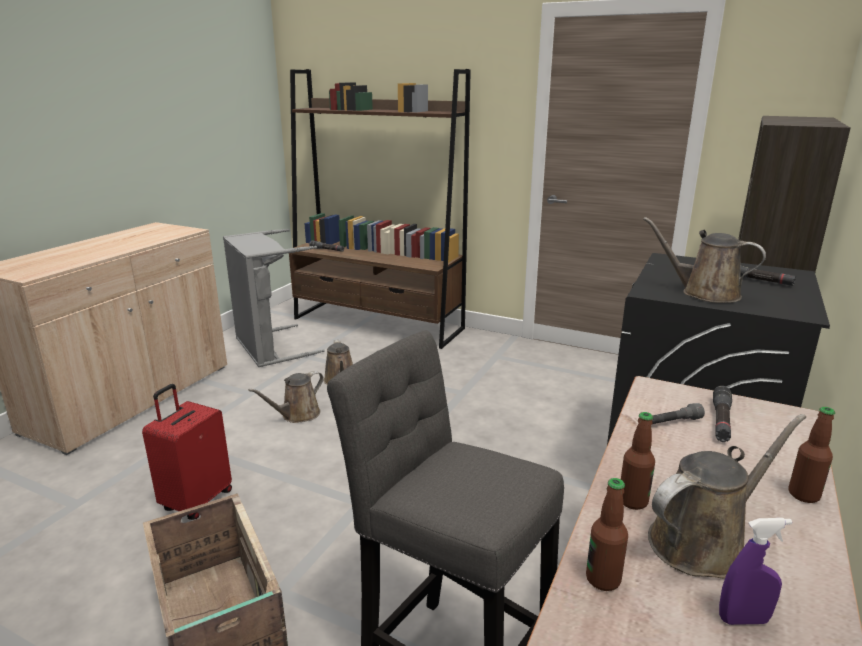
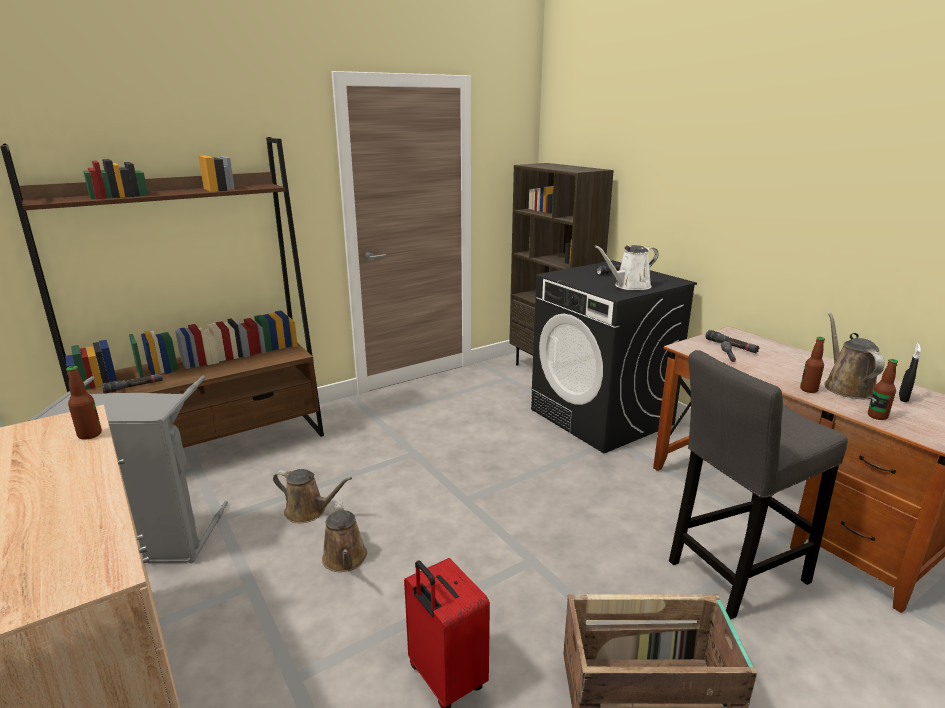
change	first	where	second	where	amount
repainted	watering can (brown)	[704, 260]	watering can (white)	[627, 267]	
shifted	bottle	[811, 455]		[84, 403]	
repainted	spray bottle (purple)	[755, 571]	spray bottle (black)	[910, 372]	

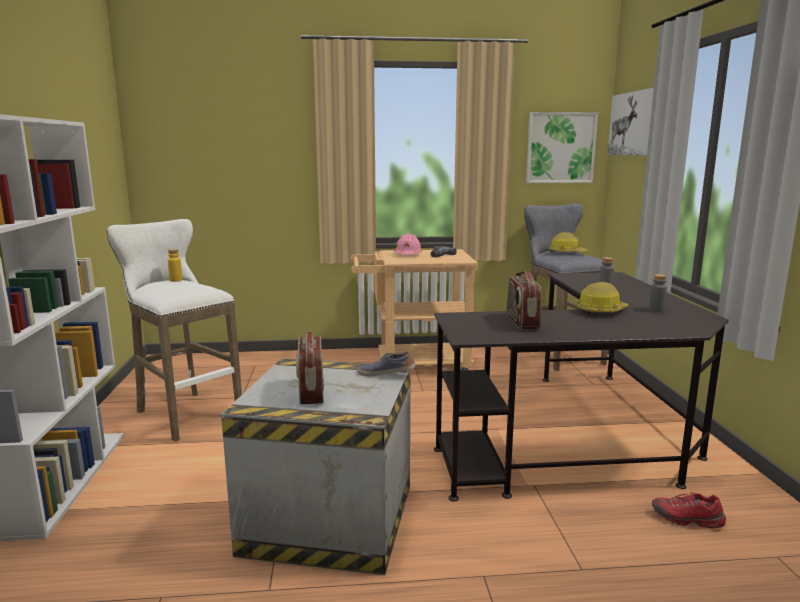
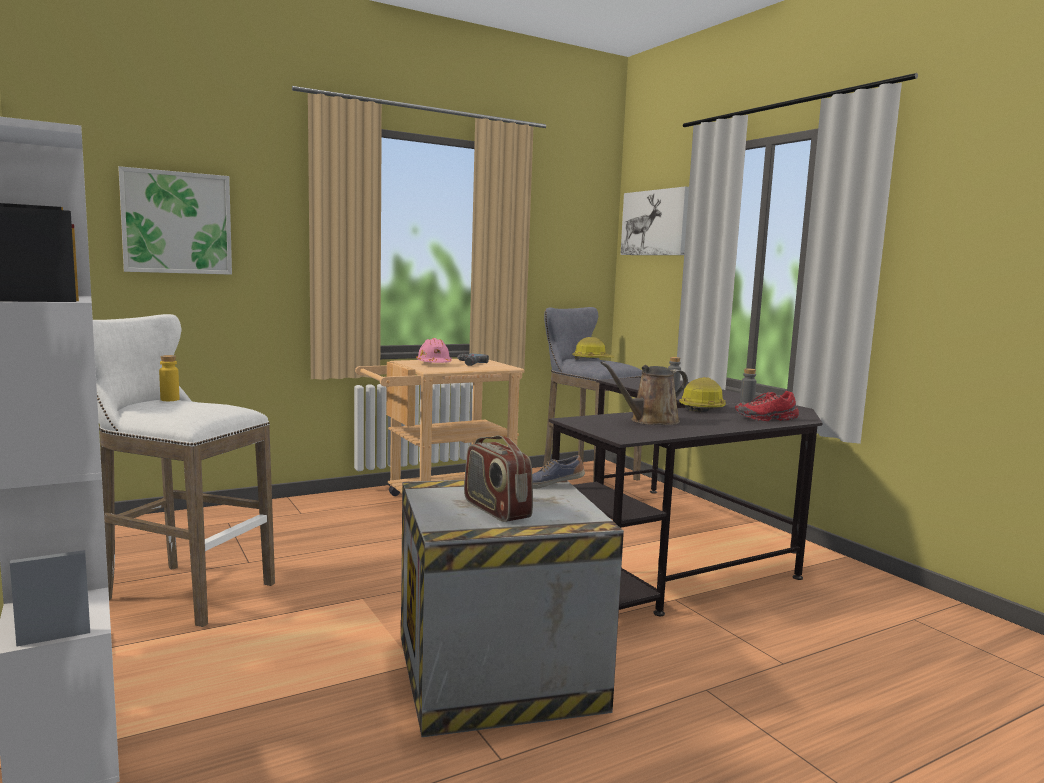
change	first	where	second	where	amount
shifted	picture	[562, 147]		[175, 220]	
swapped	radio	[524, 300]	watering can (brown)	[644, 393]	
shifted	shoe (red)	[689, 510]		[767, 406]	

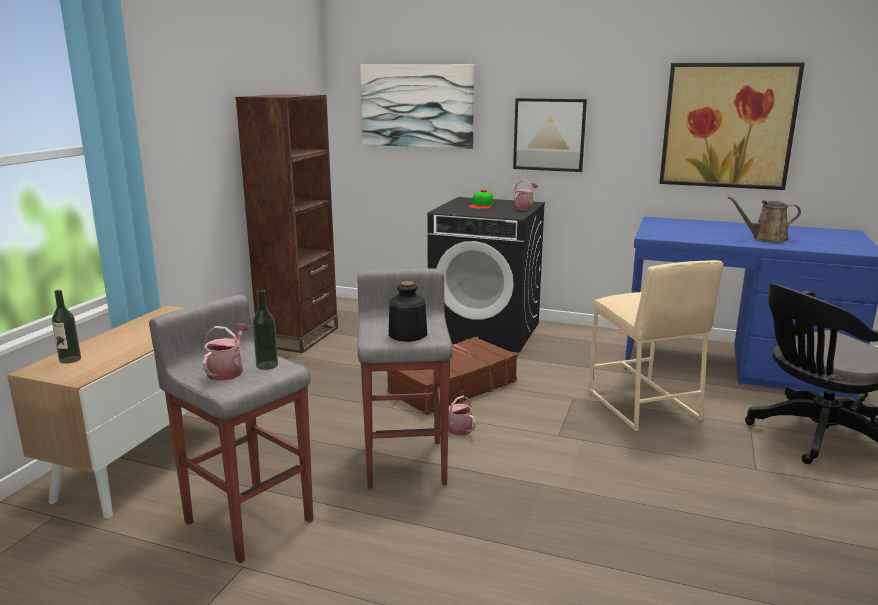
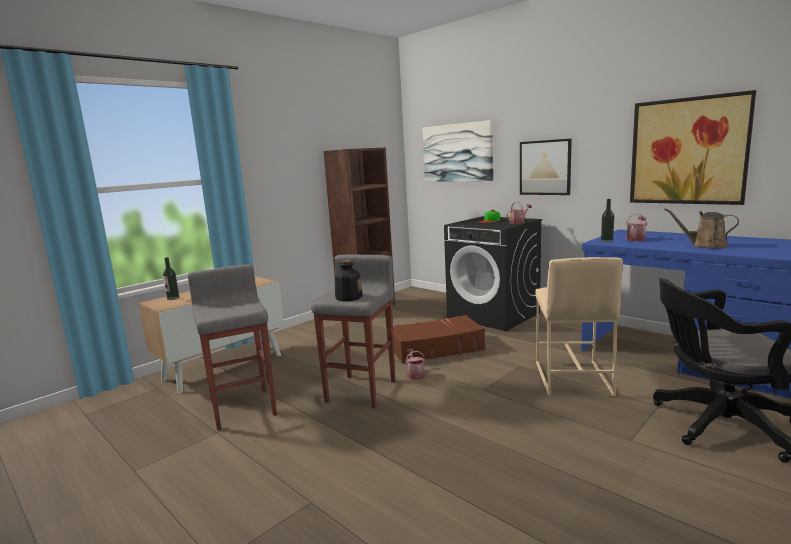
change	first	where	second	where	amount
shifted	bottle	[265, 329]		[607, 220]	
shifted	watering can	[226, 352]		[636, 227]	

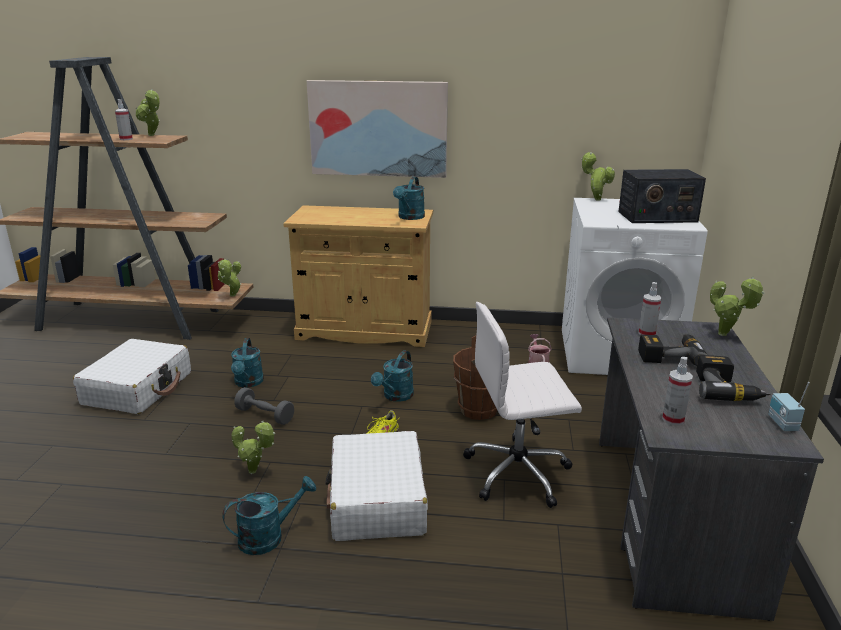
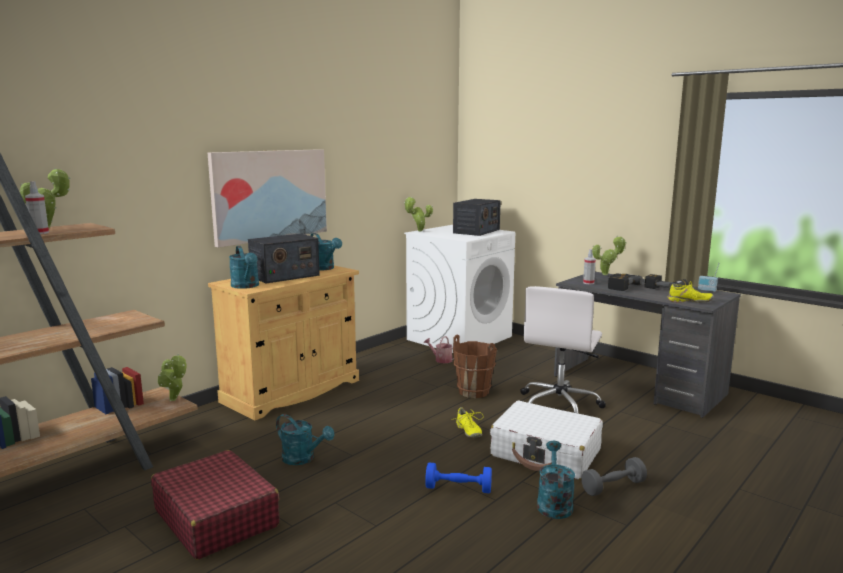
change	first	where	second	where	amount
repainted	suitcase (white)	[132, 376]	suitcase (red)	[215, 505]	
shifted	watering can (turquoise)	[392, 376]		[244, 267]	
swapped	spray bottle	[677, 391]	shoe (yellow)	[690, 292]	
shifted	dumbbell (grey)	[264, 406]		[614, 476]	
swapped	potted plant	[253, 447]	dumbbell (blue)	[458, 478]	
new			radio	[284, 259]	

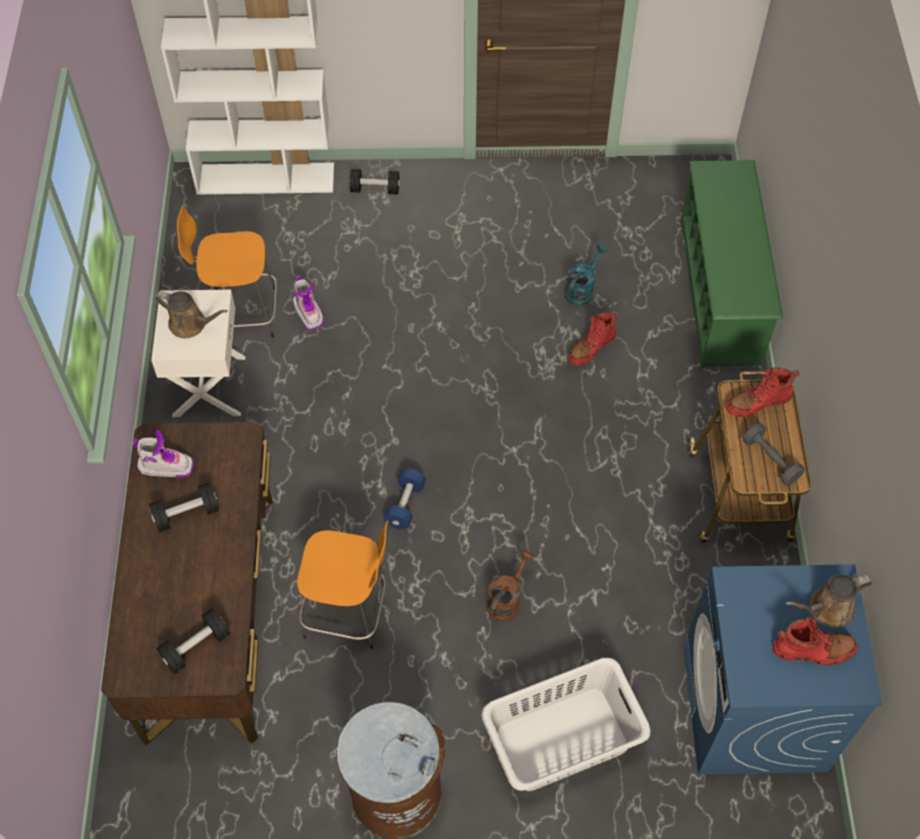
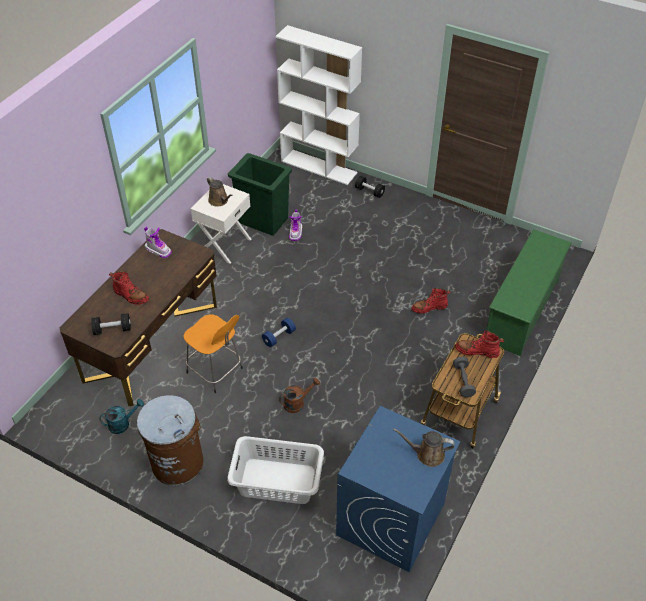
change	first	where	second	where	amount
swapped	stool (orange)	[227, 272]	trash can (green)	[260, 194]	
shifted	watering can (turquoise)	[586, 275]		[121, 416]	
gone	dumbbell (black)	[184, 507]			
shifted	boot (red)	[815, 641]		[129, 288]	

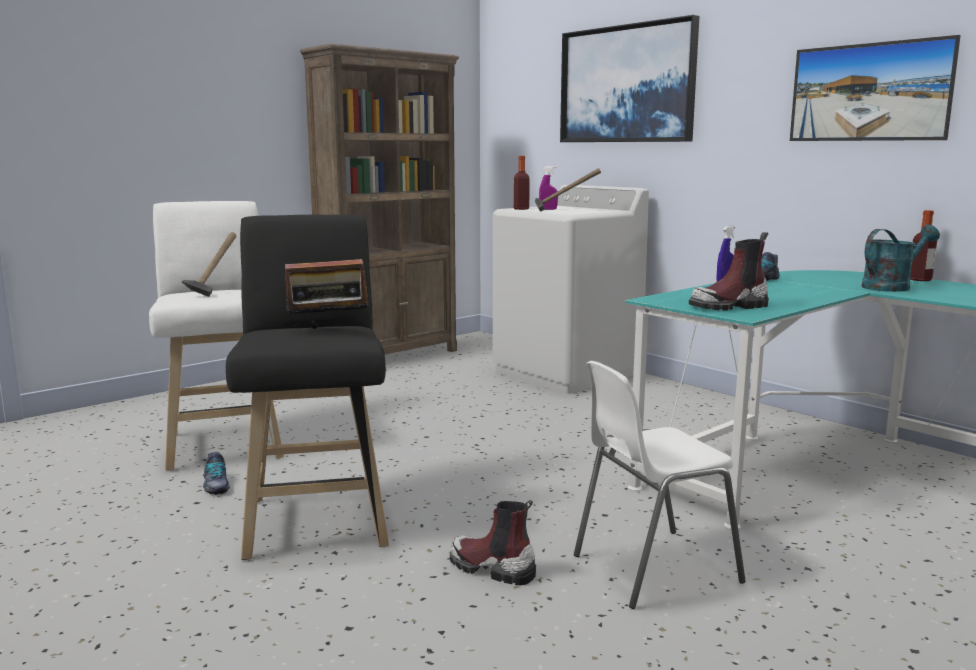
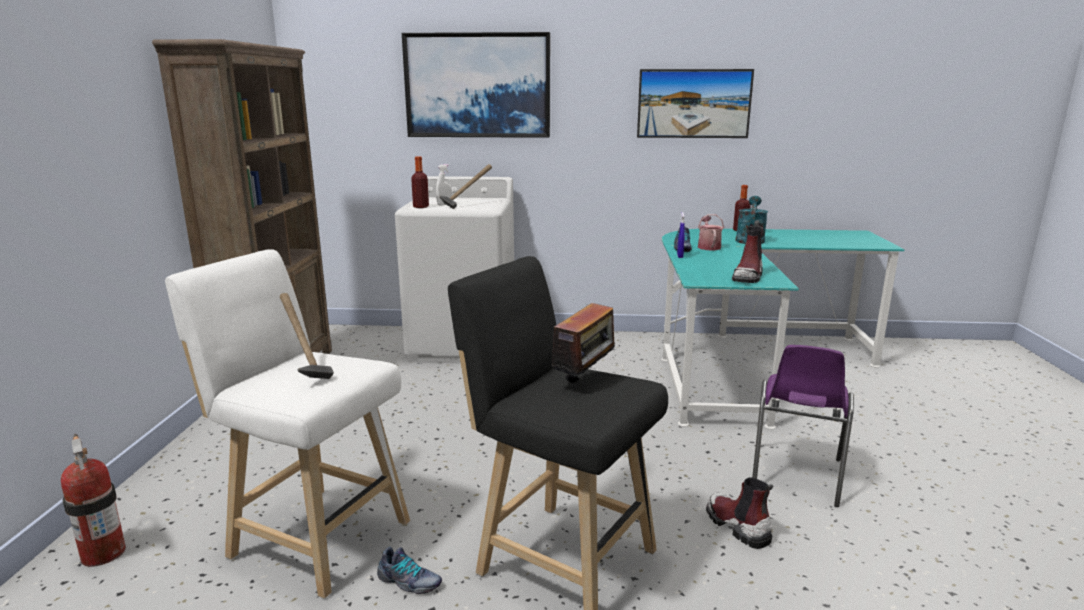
change	first	where	second	where	amount
repainted	spray bottle (purple)	[548, 188]	spray bottle (white)	[444, 185]	
repainted	chair (white)	[660, 485]	chair (purple)	[803, 426]	
rotated	boot	[493, 543]		[740, 513]	75 degrees clockwise
new			watering can	[711, 232]	
new			fire extinguisher	[93, 500]	

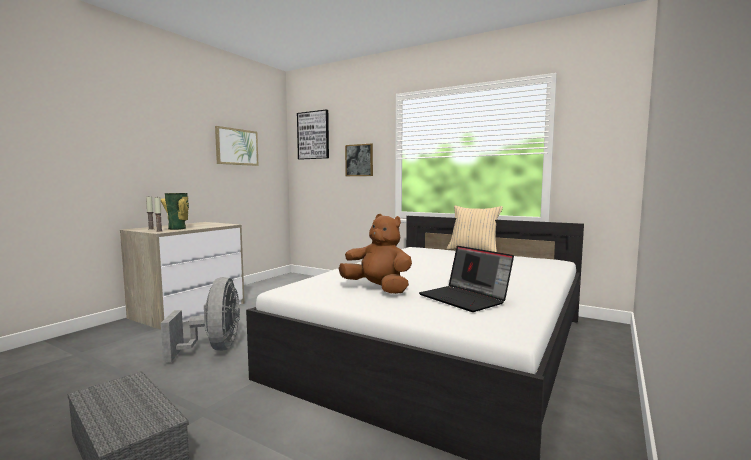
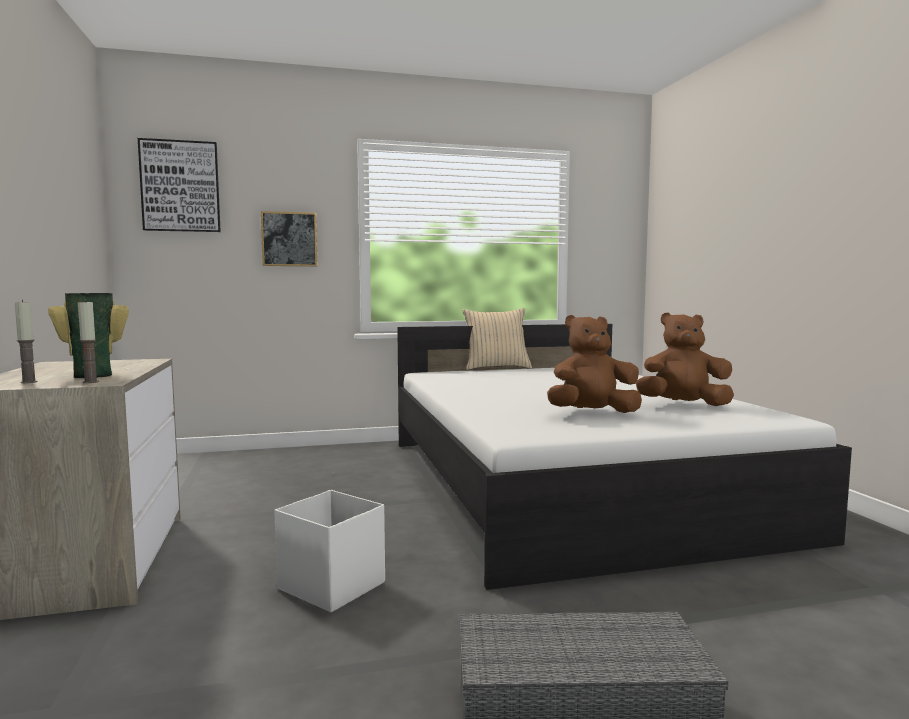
change	first	where	second	where	amount
gone	picture	[237, 146]			
swapped	laptop	[466, 279]	plush toy (brown)	[685, 359]	
swapped	fan (grey)	[200, 320]	storage box (white)	[329, 551]	

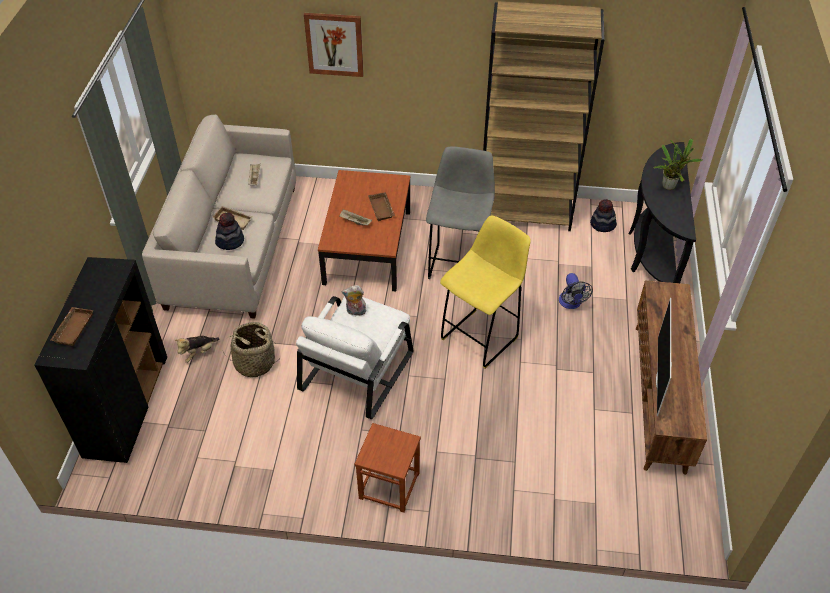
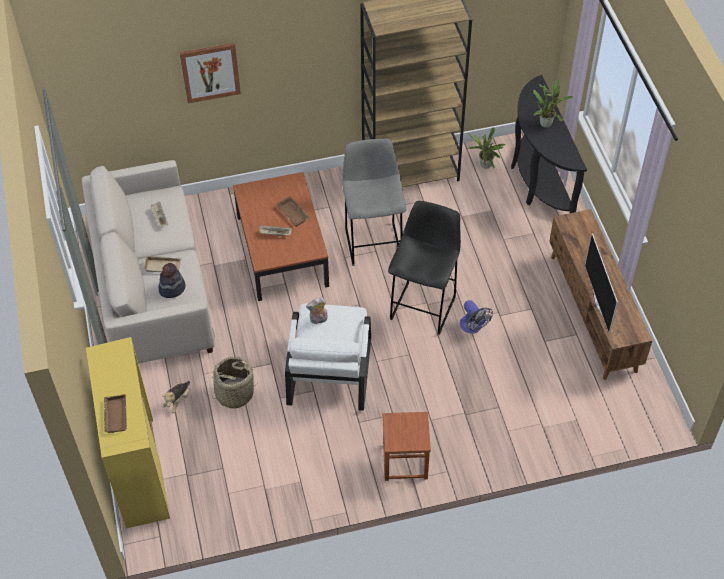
change	first	where	second	where	amount
swapped	hat	[603, 215]	potted plant	[487, 148]	
repainted	stool (yellow)	[485, 292]	stool (black)	[424, 268]	
repainted	cabinet (black)	[101, 360]	cabinet (yellow)	[128, 432]	
shifted	fan	[576, 291]		[476, 317]	

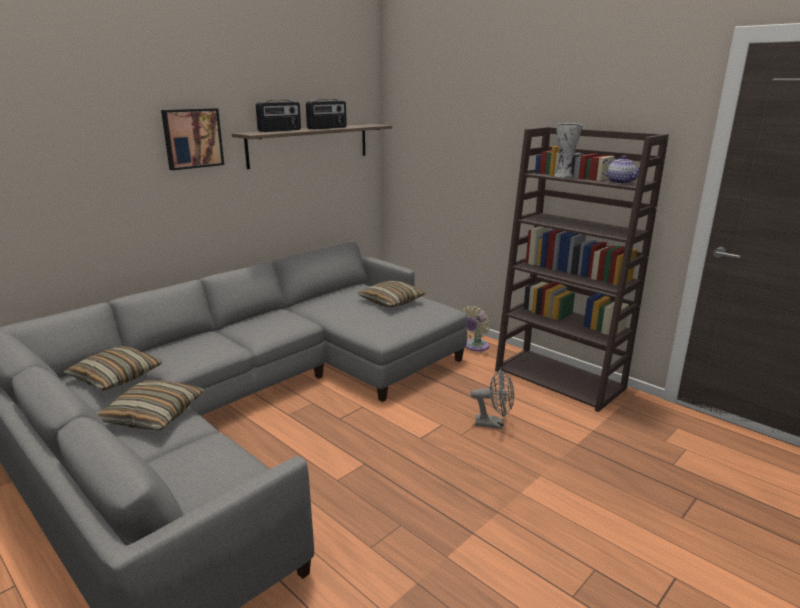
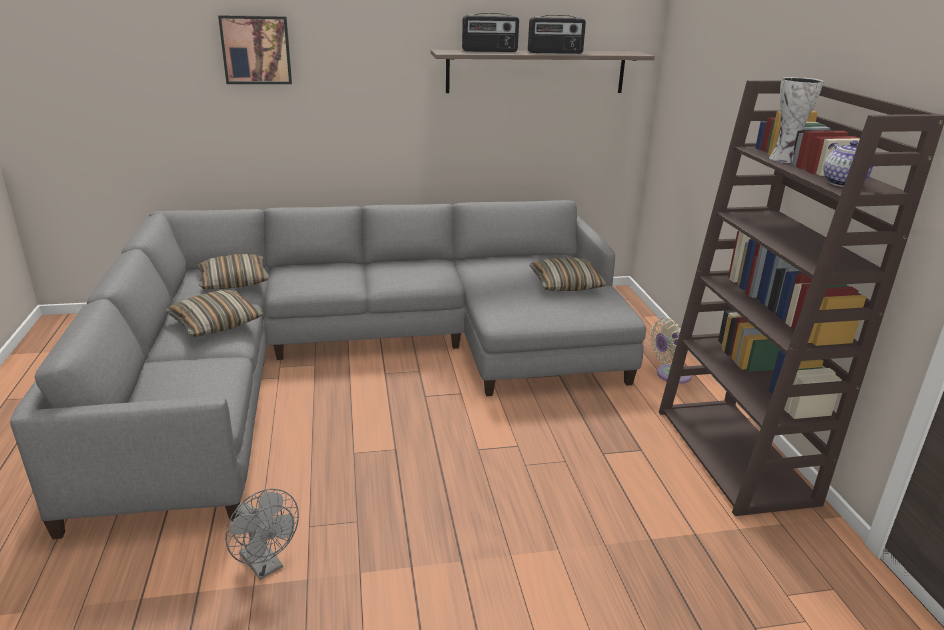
change	first	where	second	where	amount
shifted	picture	[192, 139]		[255, 49]	
shifted	fan (grey)	[492, 399]		[262, 534]	

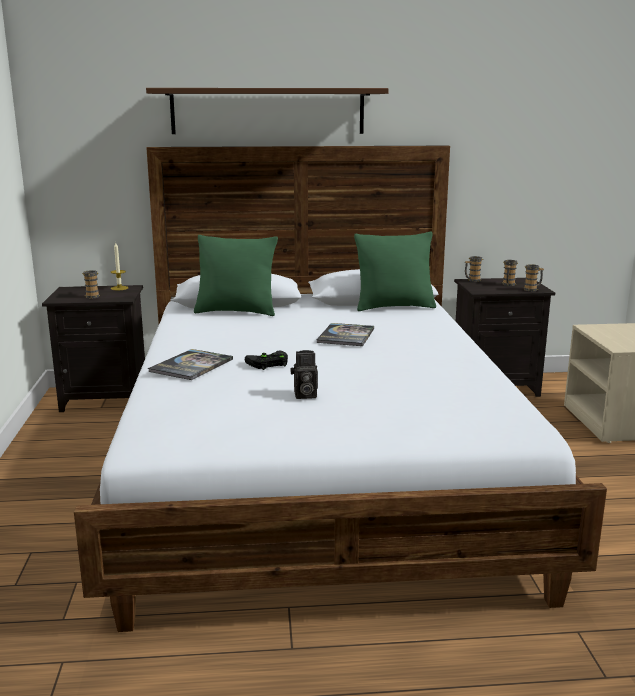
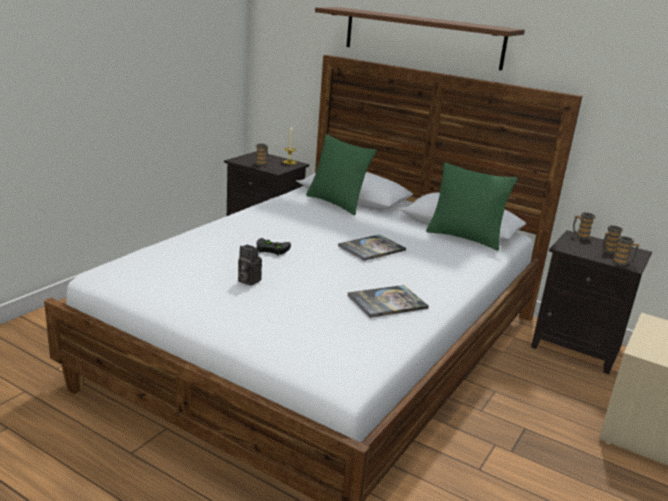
change	first	where	second	where	amount
shifted	book	[190, 364]		[388, 301]	

